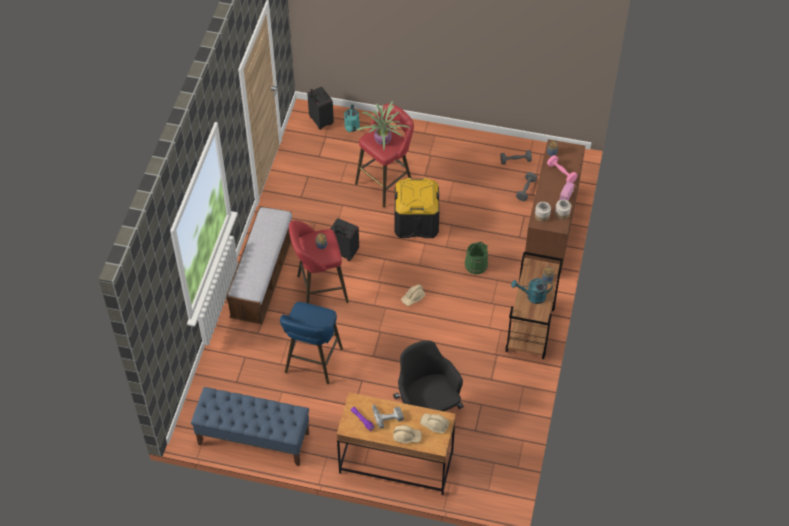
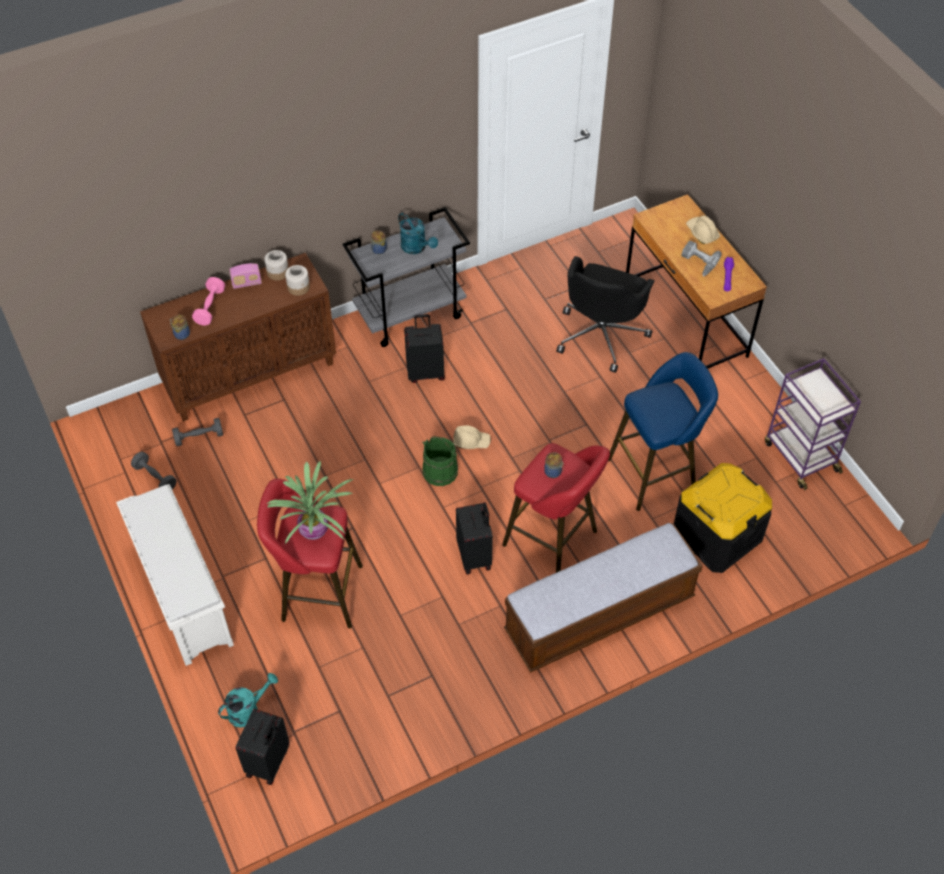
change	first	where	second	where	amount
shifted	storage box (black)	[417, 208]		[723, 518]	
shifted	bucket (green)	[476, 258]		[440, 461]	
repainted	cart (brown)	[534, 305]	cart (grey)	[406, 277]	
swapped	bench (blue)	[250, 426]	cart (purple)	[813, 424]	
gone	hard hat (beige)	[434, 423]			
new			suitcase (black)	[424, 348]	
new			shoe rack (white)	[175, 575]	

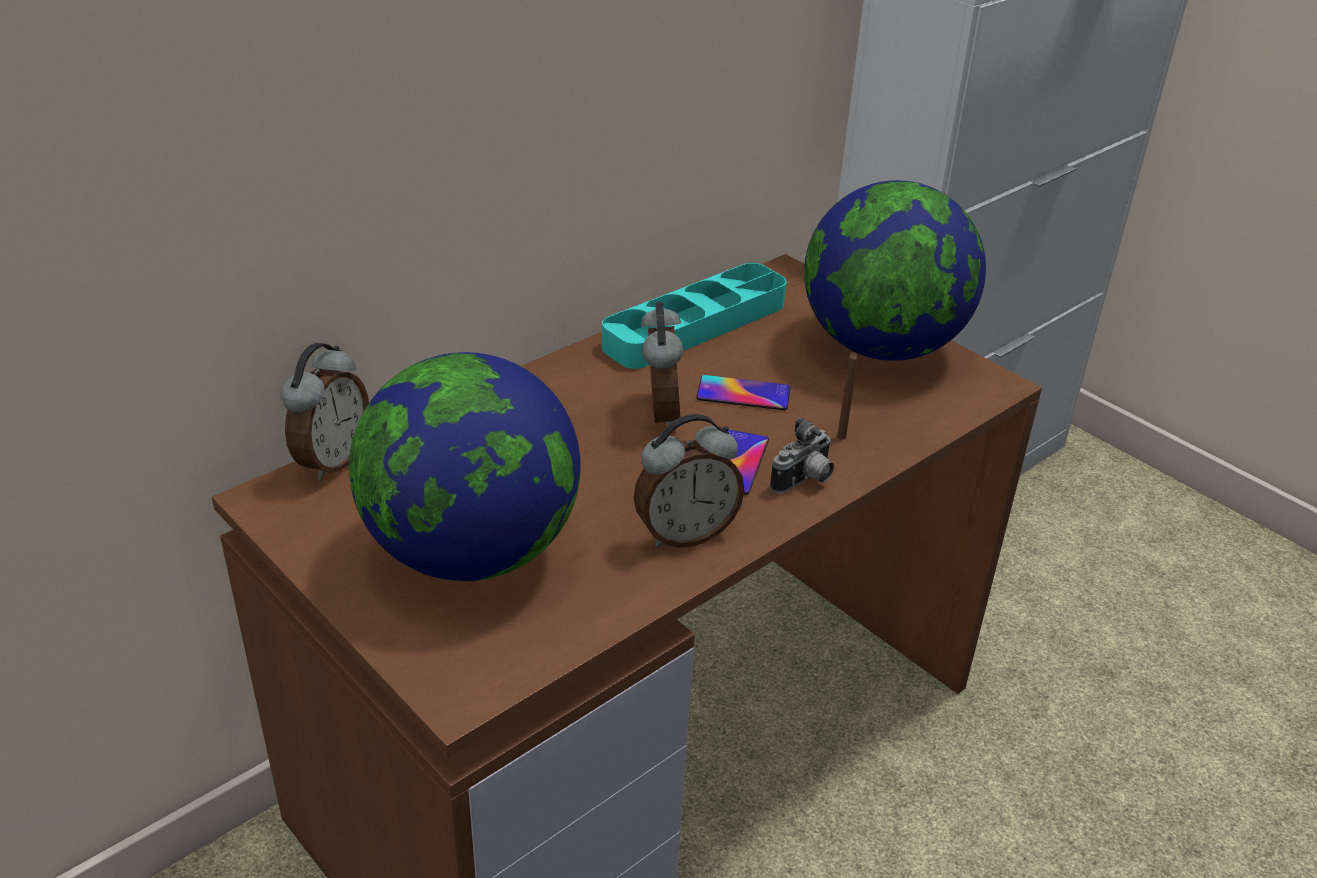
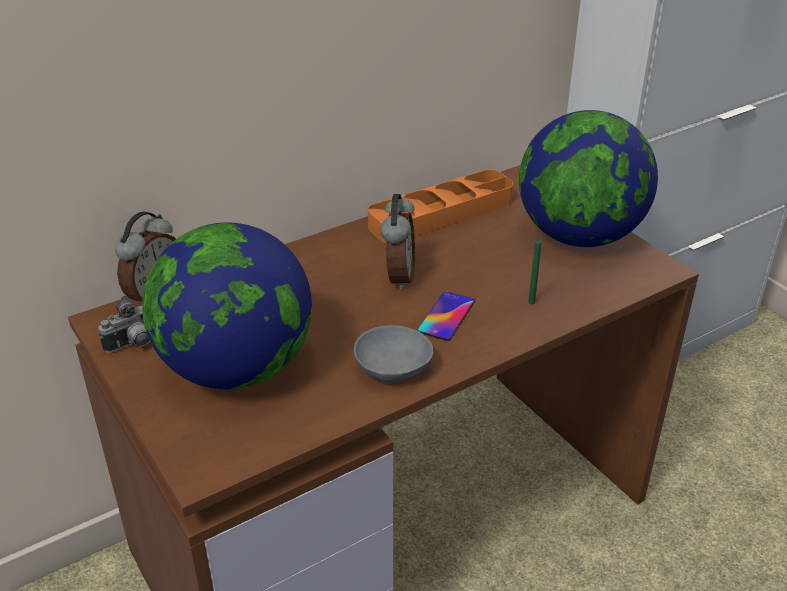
change	first	where	second	where	amount
repainted	tray (turquoise)	[694, 316]	tray (orange)	[440, 206]	
repainted	candle (brown)	[847, 396]	candle (green)	[534, 271]	
gone	phone	[743, 392]			
swapped	alarm clock	[689, 481]	bowl (grey)	[394, 353]	
shifted	photo camera	[802, 455]		[124, 324]	

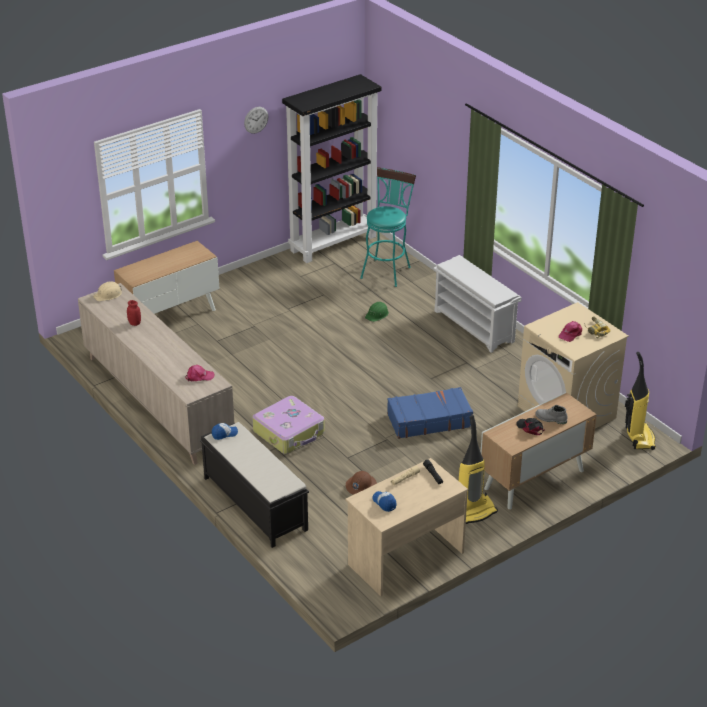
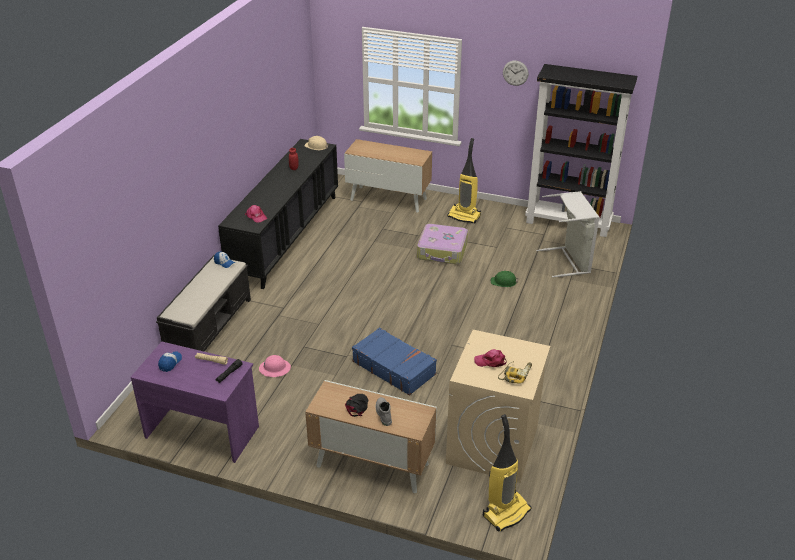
change	first	where	second	where	amount
swapped	stool (turquoise)	[388, 227]	laundry basket (grey)	[567, 234]	
gone	shoe rack (white)	[477, 304]			
repainted	cabinet (beige)	[156, 374]	cabinet (black)	[278, 214]	
shifted	suitcase	[288, 425]		[442, 244]	
shifted	vacuum cleaner	[478, 469]		[464, 181]	
repainted	desk (beige)	[406, 527]	desk (purple)	[194, 402]	
repainted	hard hat (brown)	[361, 483]	hard hat (pink)	[275, 366]	

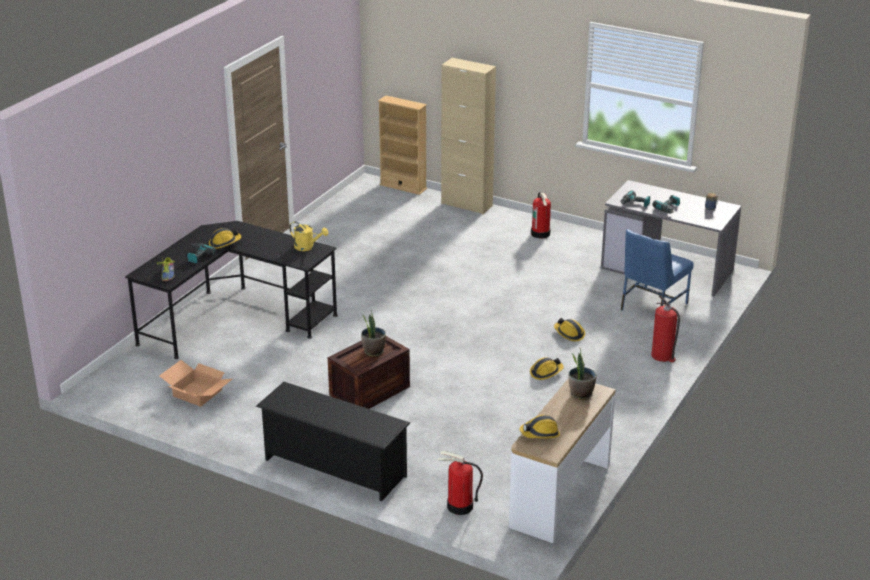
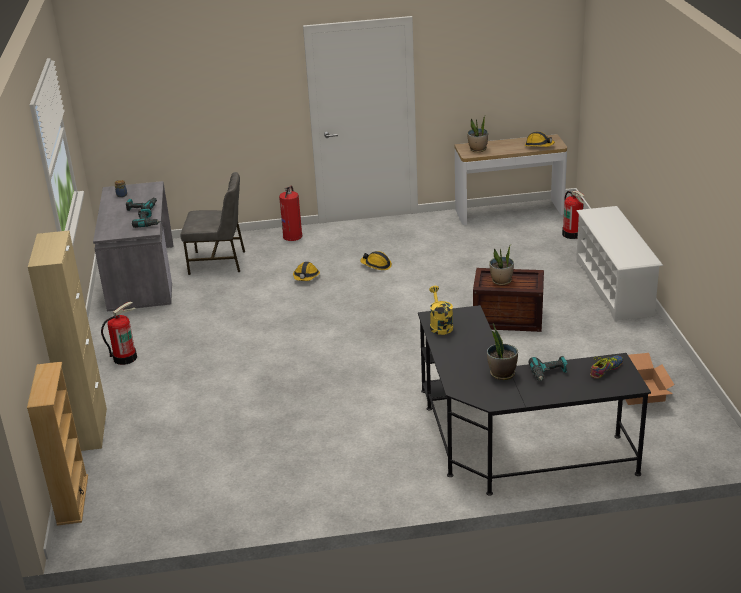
change	first	where	second	where	amount
swapped	hard hat	[225, 238]	potted plant	[502, 352]	
repainted	chair (blue)	[657, 269]	chair (grey)	[213, 223]	
repainted	shoe rack (black)	[333, 441]	shoe rack (white)	[619, 264]	

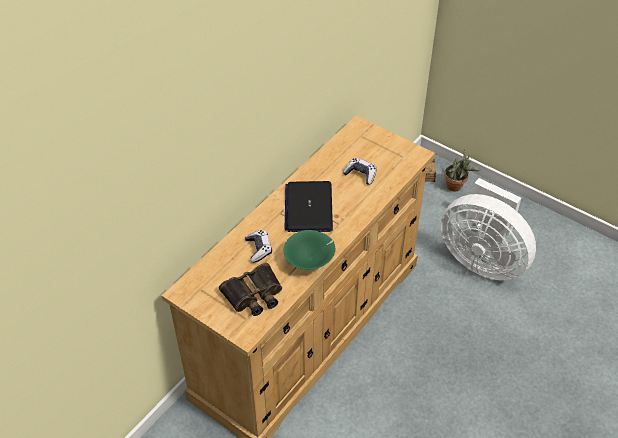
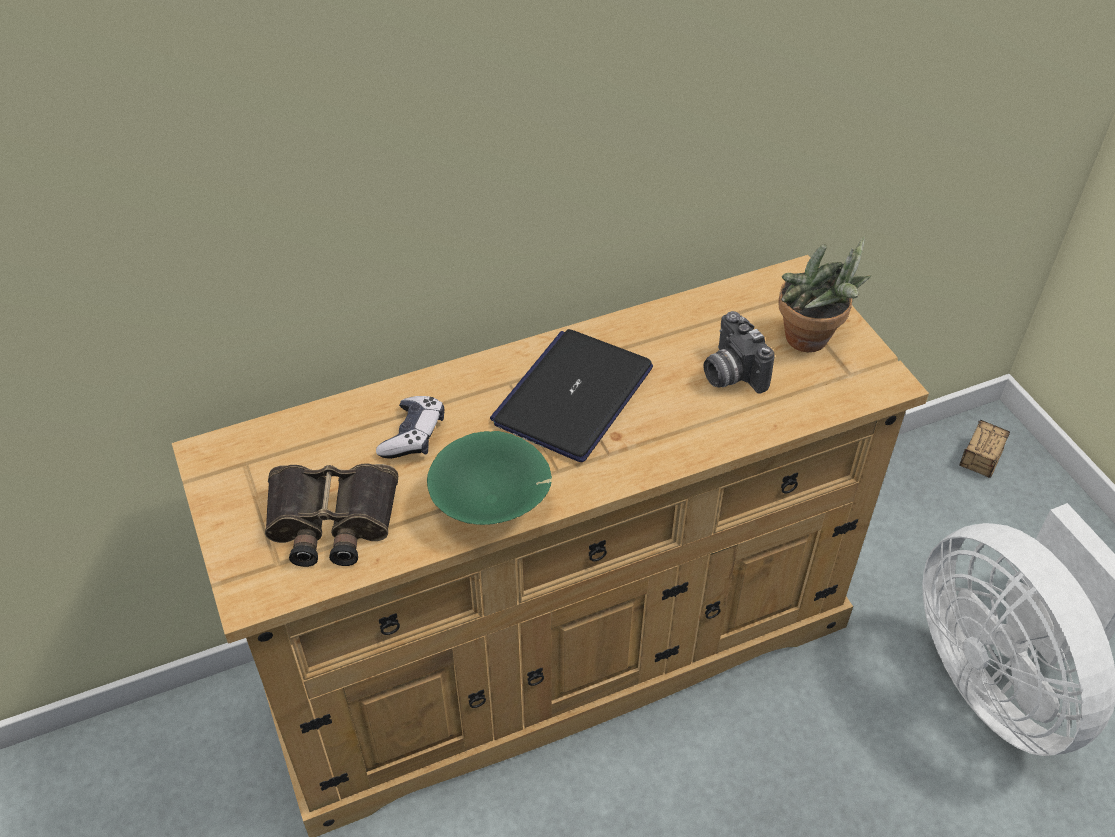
change	first	where	second	where	amount
shifted	potted plant	[462, 170]		[824, 294]	
swapped	game controller	[360, 171]	photo camera	[739, 352]	

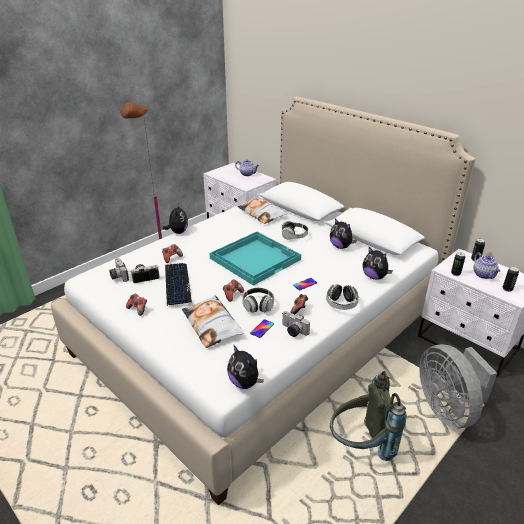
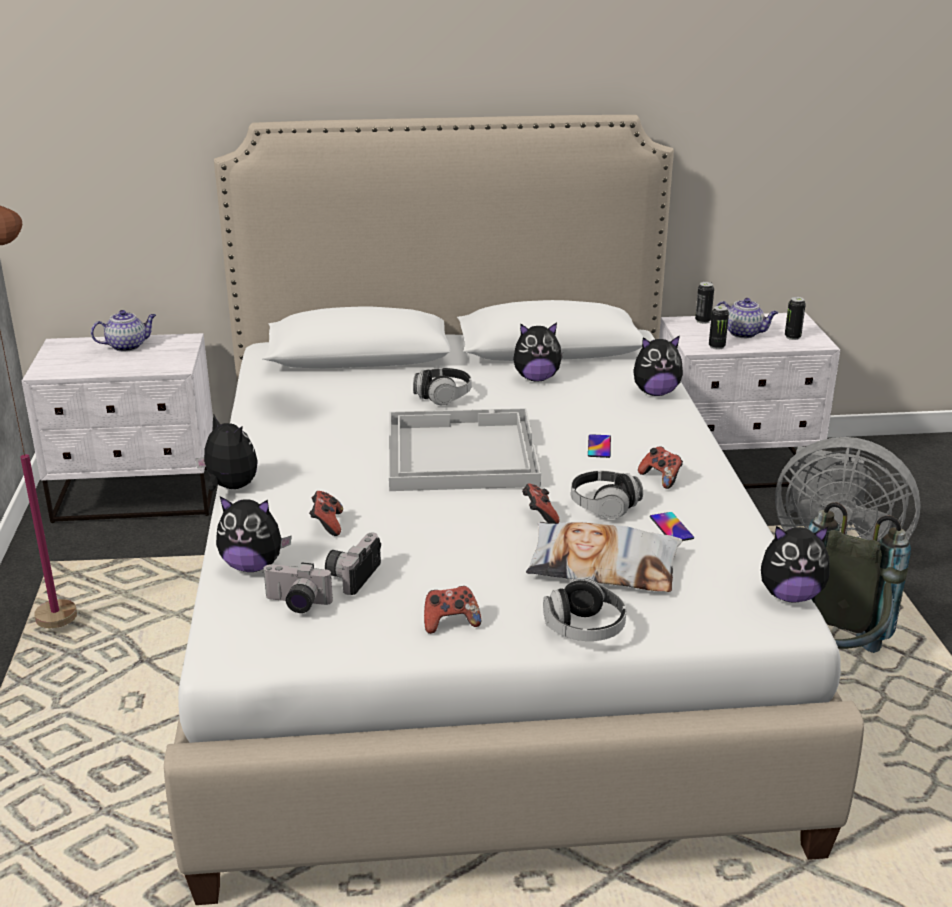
change	first	where	second	where	amount
gone	pillow	[262, 210]			
repainted	tray (turquoise)	[255, 259]	tray (white)	[465, 449]	
gone	keyboard	[178, 284]			
shifted	headphones	[342, 297]		[584, 609]	
gone	photo camera	[296, 324]			
new			plush toy	[254, 534]	

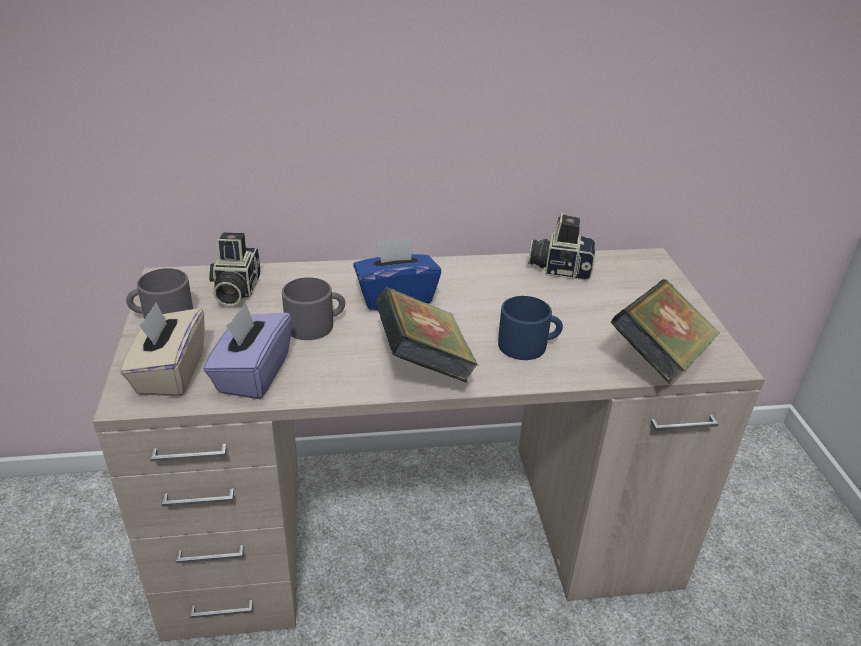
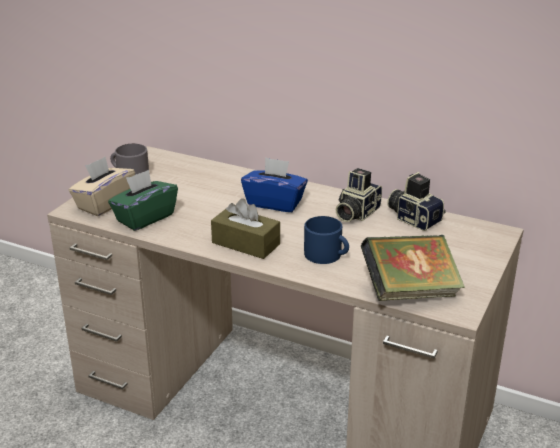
change	first	where	second	where	amount
shifted	photo camera	[234, 269]		[359, 195]	
gone	mug (grey)	[313, 308]			
swapped	book	[426, 335]	tissue box (brown)	[245, 228]	
repainted	tissue box (purple)	[247, 351]	tissue box (green)	[143, 200]	

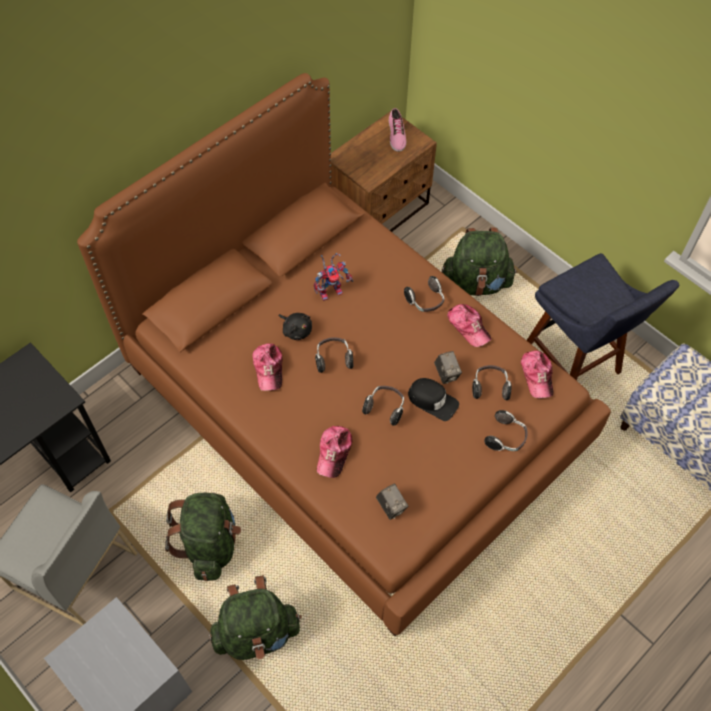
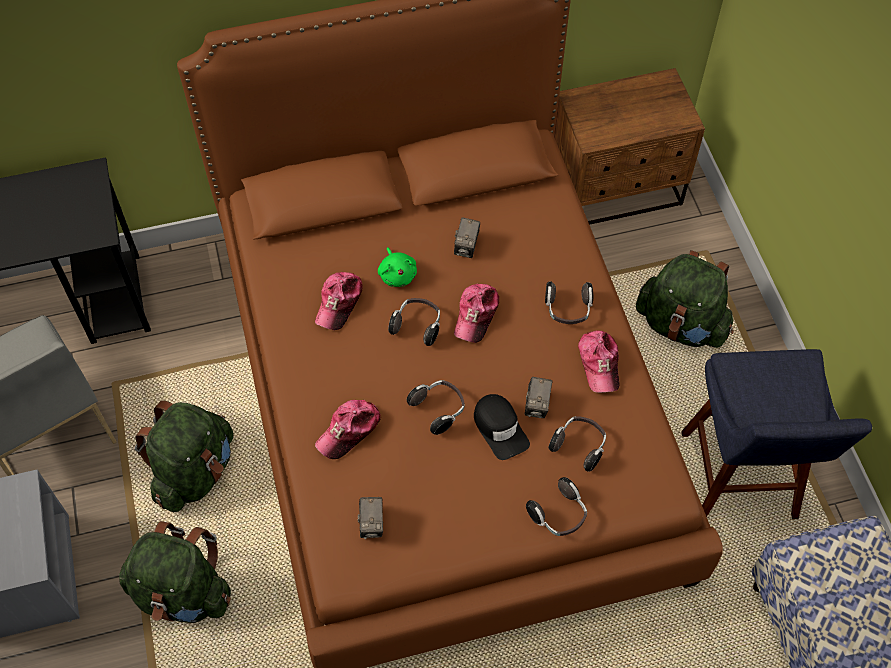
change	first	where	second	where	amount
gone	shoe	[397, 130]			
swapped	toy robot	[333, 277]	photo camera	[467, 237]	
repainted	plush toy (black)	[295, 326]	plush toy (green)	[397, 267]	
shifted	cap	[537, 374]		[476, 313]	

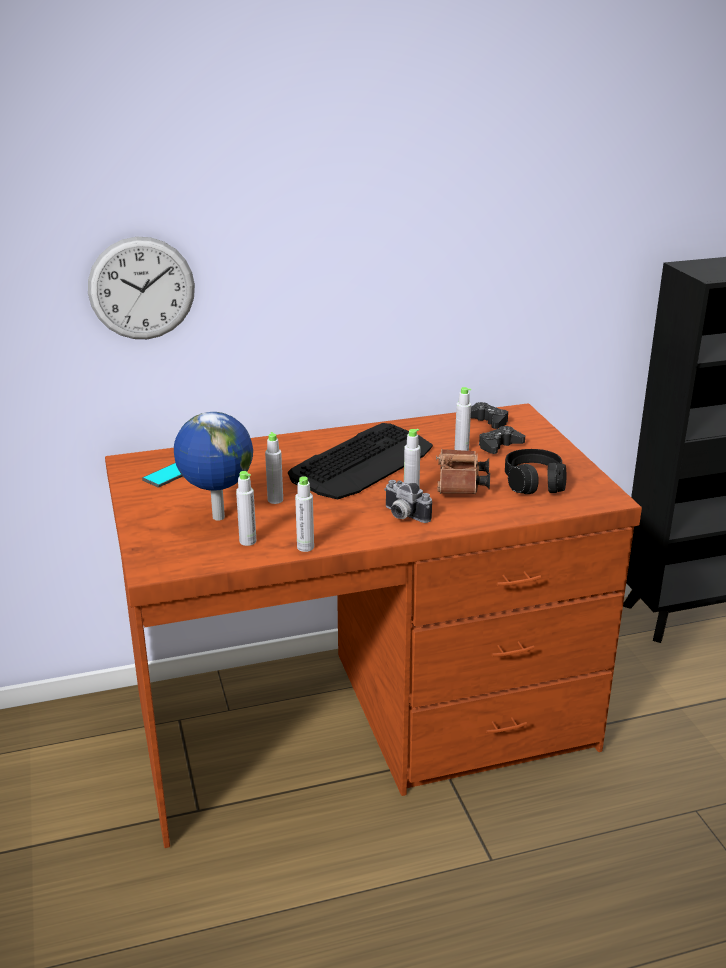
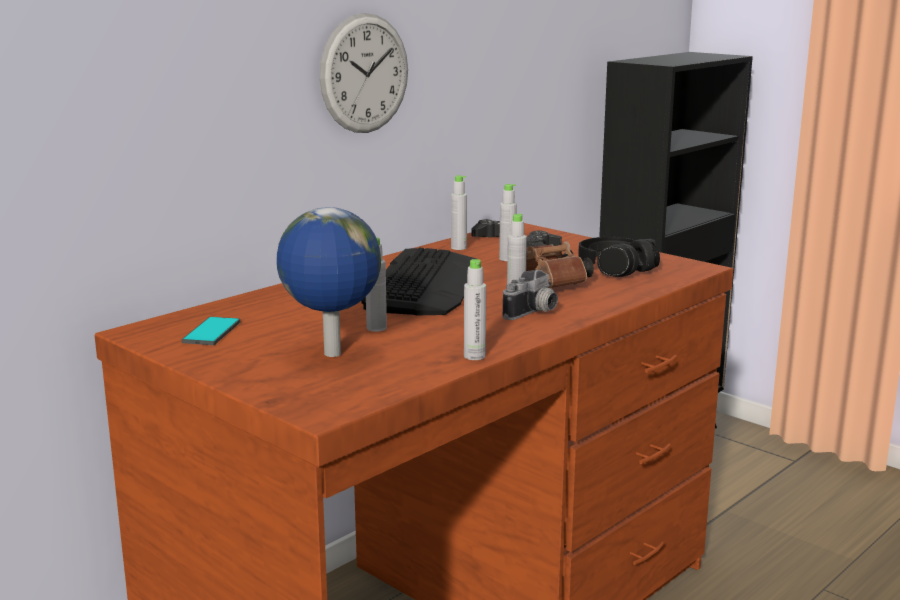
change	first	where	second	where	amount
shifted	wall clock	[141, 288]		[363, 73]	
shifted	bottle (grey)	[246, 508]		[459, 212]	
rotated	photo camera	[408, 501]		[530, 295]	60 degrees counterclockwise

